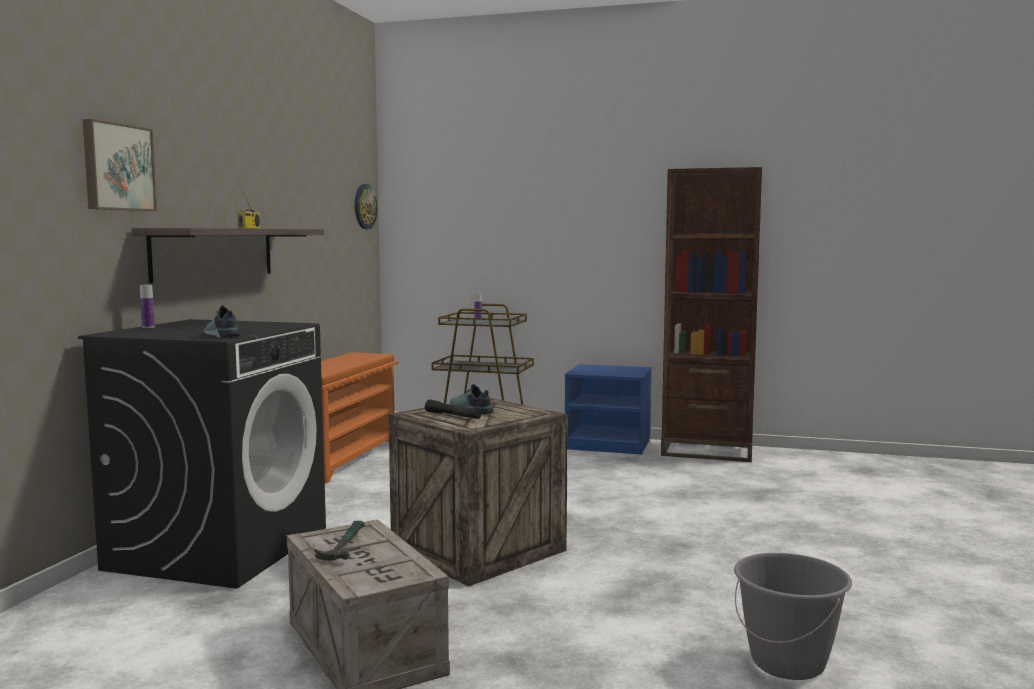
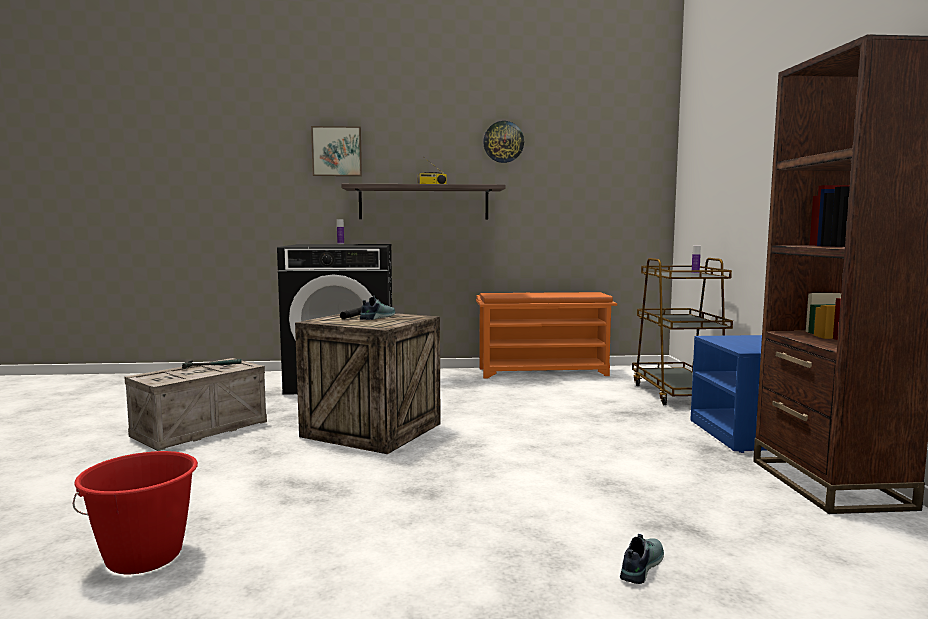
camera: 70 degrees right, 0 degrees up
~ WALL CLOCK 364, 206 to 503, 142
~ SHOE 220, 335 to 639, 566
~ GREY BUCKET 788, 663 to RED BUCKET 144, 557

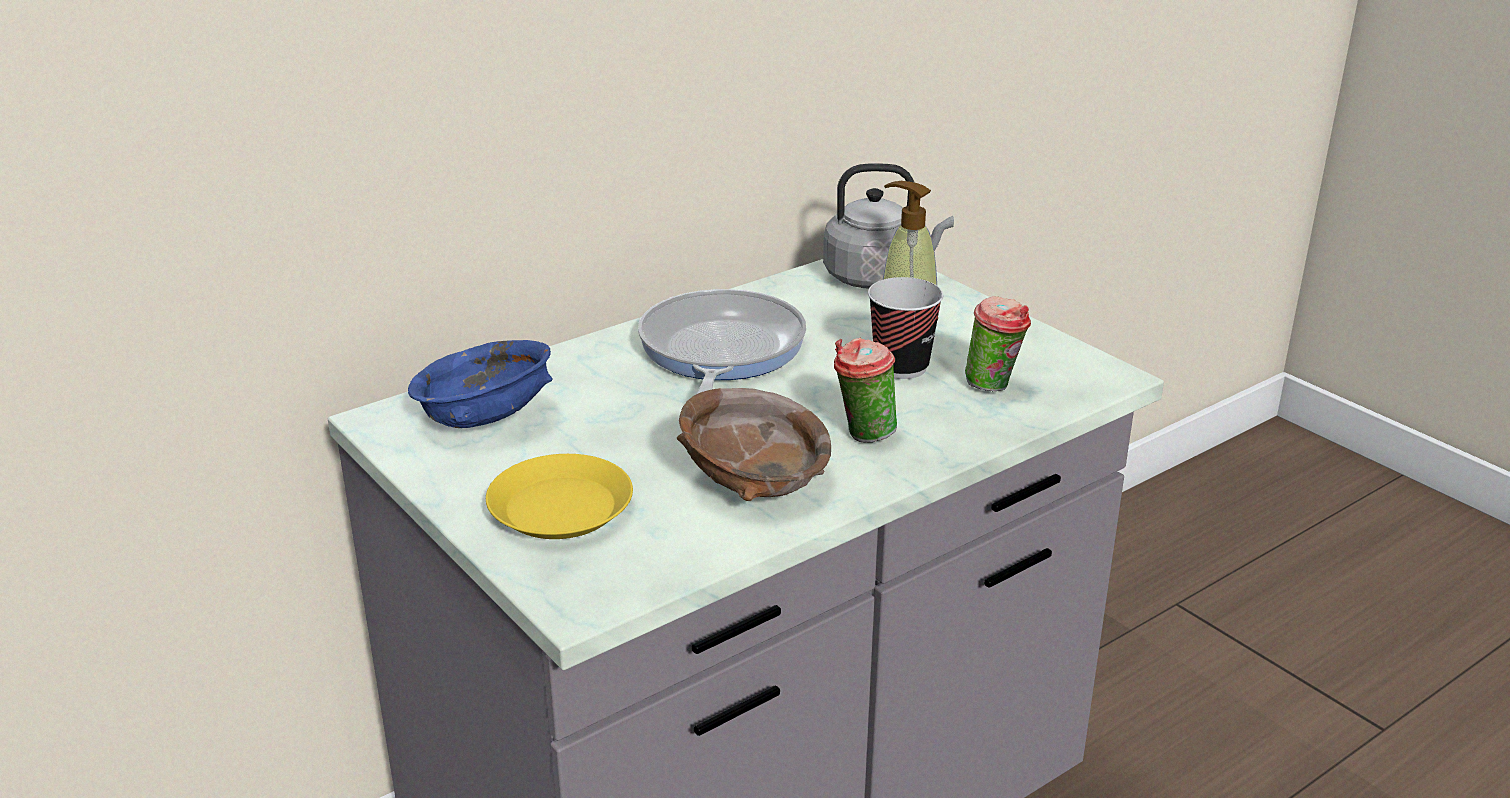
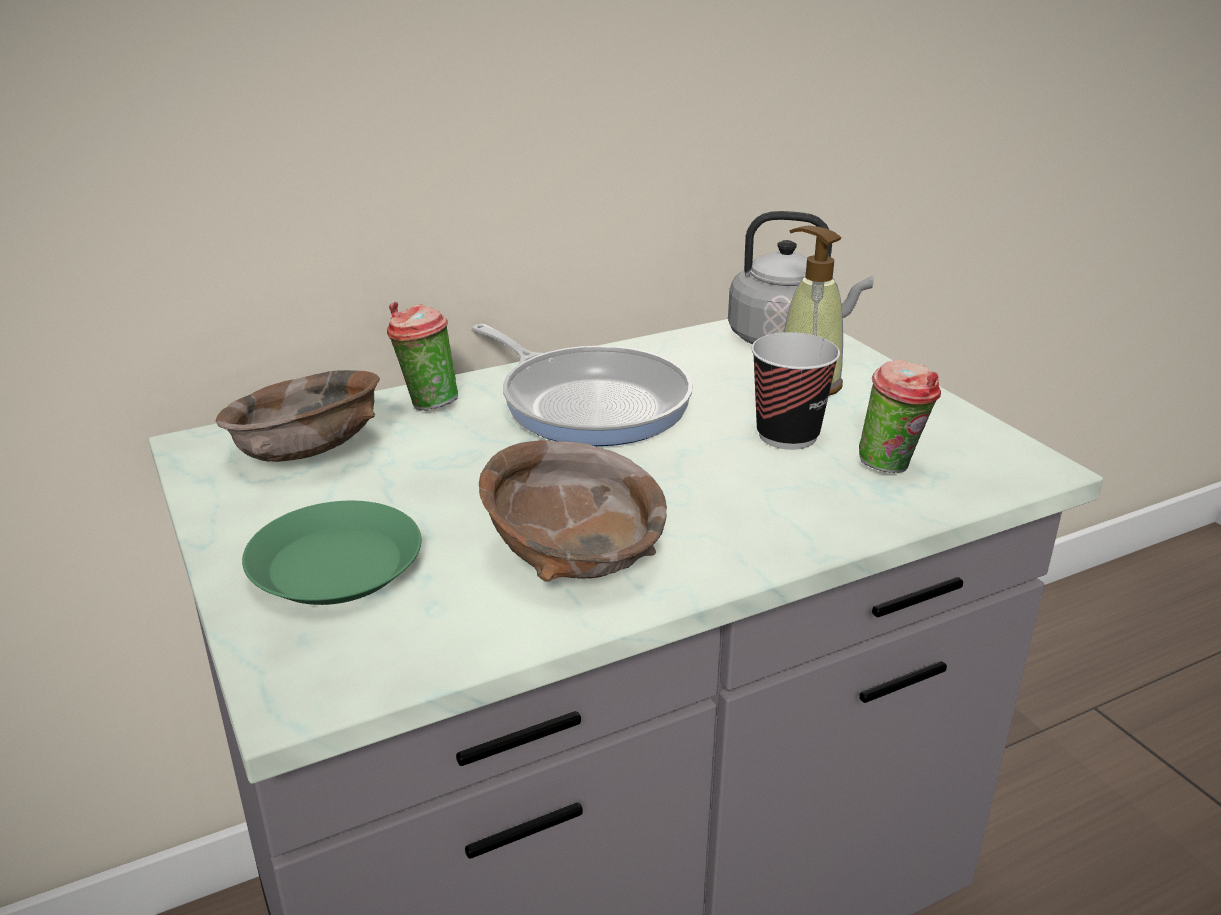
camera: 10 degrees right, 0 degrees up
~ FRYING PAN 719, 351 = 589, 402 120 degrees clockwise
~ CUP 862, 435 to 425, 404
~ BLUE BOWL 486, 416 to BROWN BOWL 309, 451
~ YELLOW PLATE 561, 508 to GREEN PLATE 336, 566

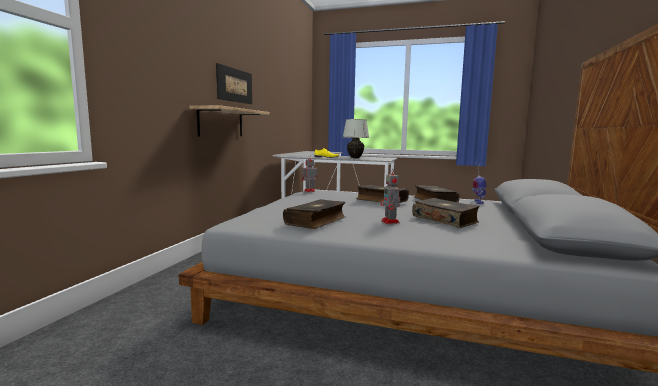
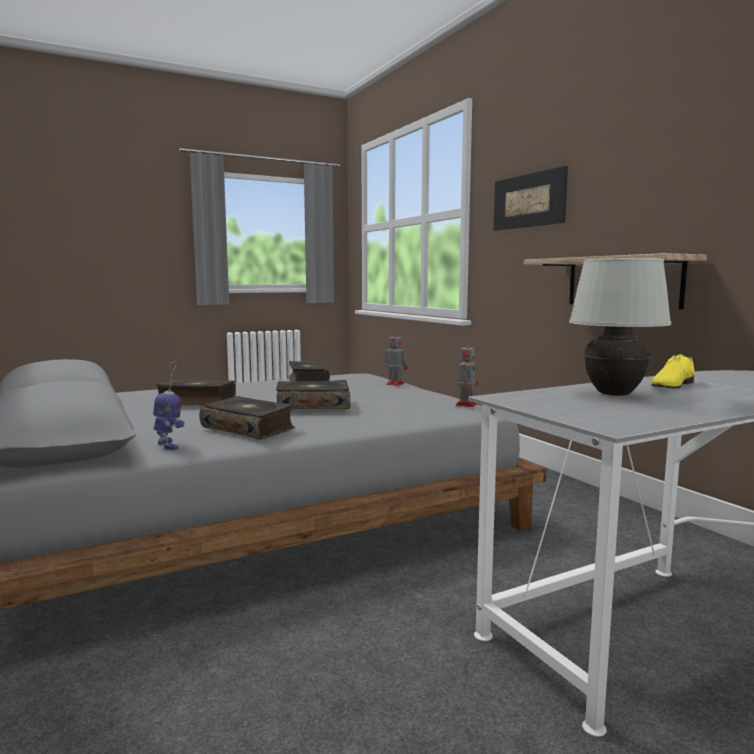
camera: 135 degrees right, 0 degrees up
~ PICTURE 235, 85 to 528, 200
~ TOY ROBOT 390, 222 to 394, 384

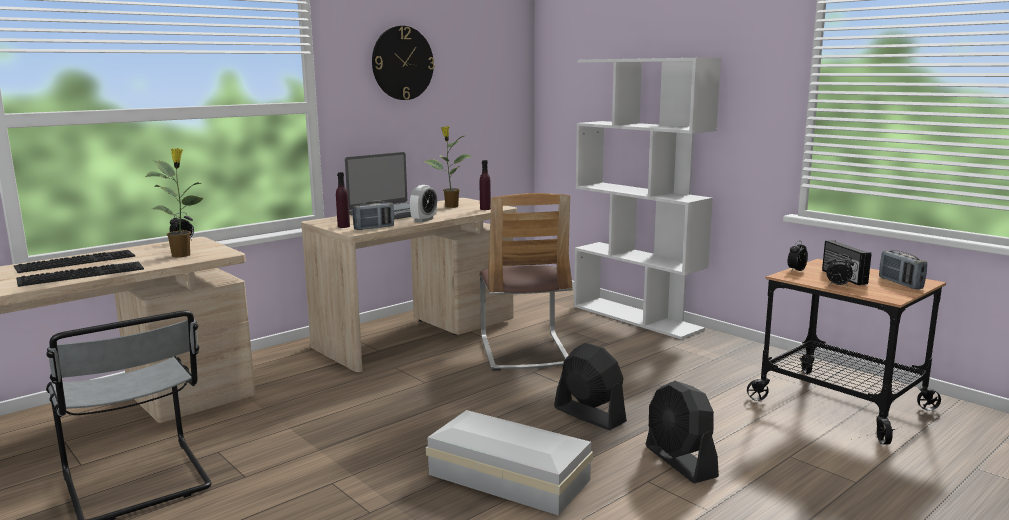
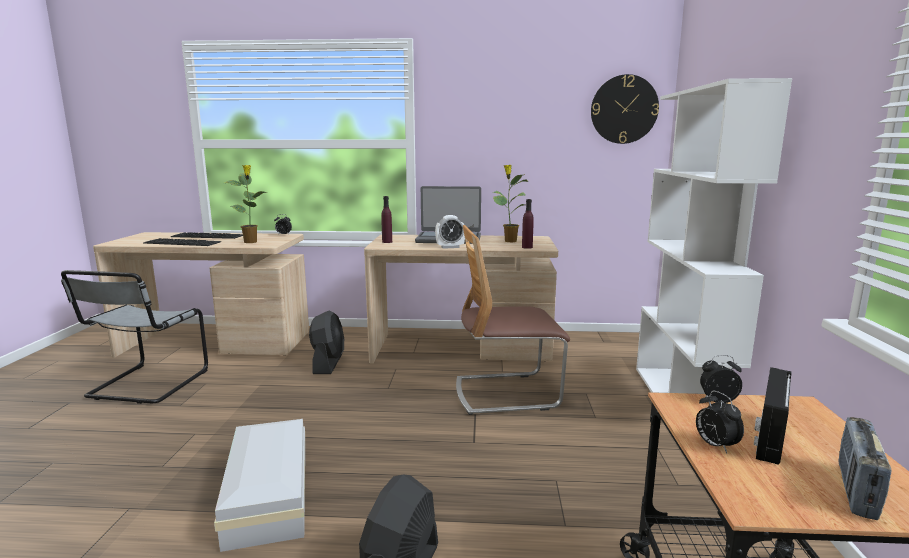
camera: 45 degrees right, 0 degrees up
~ WALL CLOCK 402, 63 to 624, 109
~ CHAIR 524, 351 = 506, 393 45 degrees clockwise
- RADIO 374, 228
~ BLACK FAN 589, 415 to 328, 363

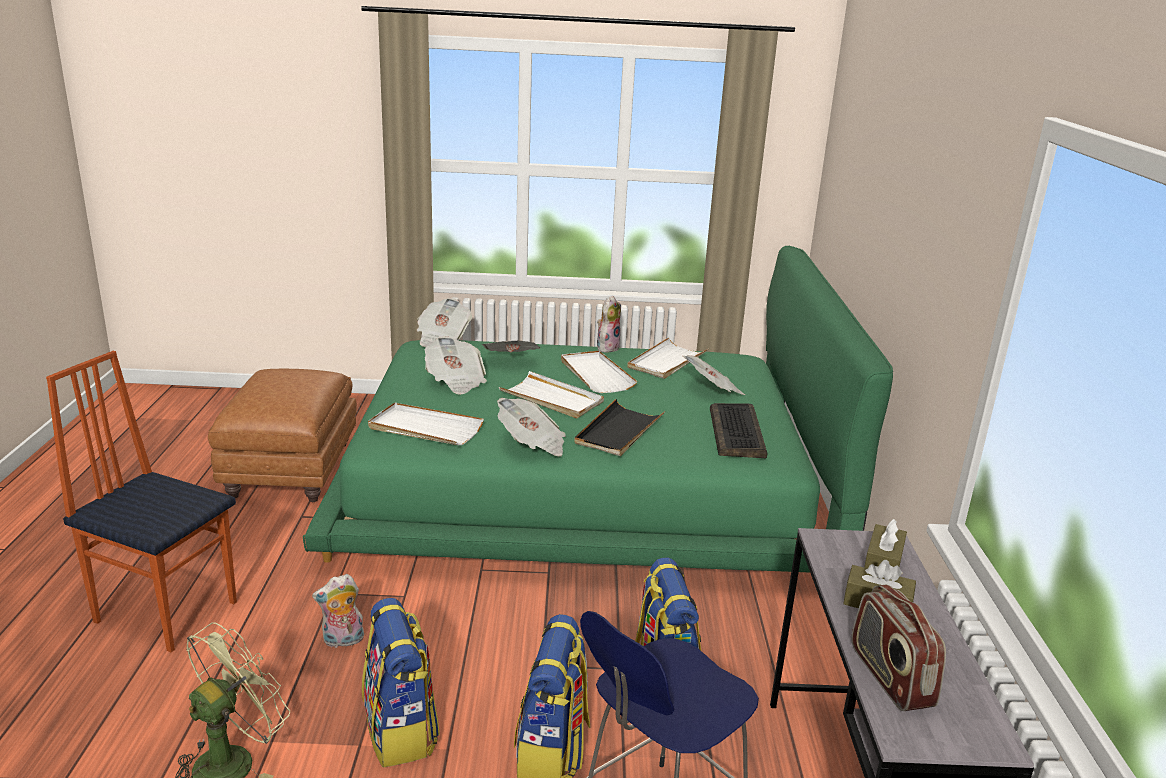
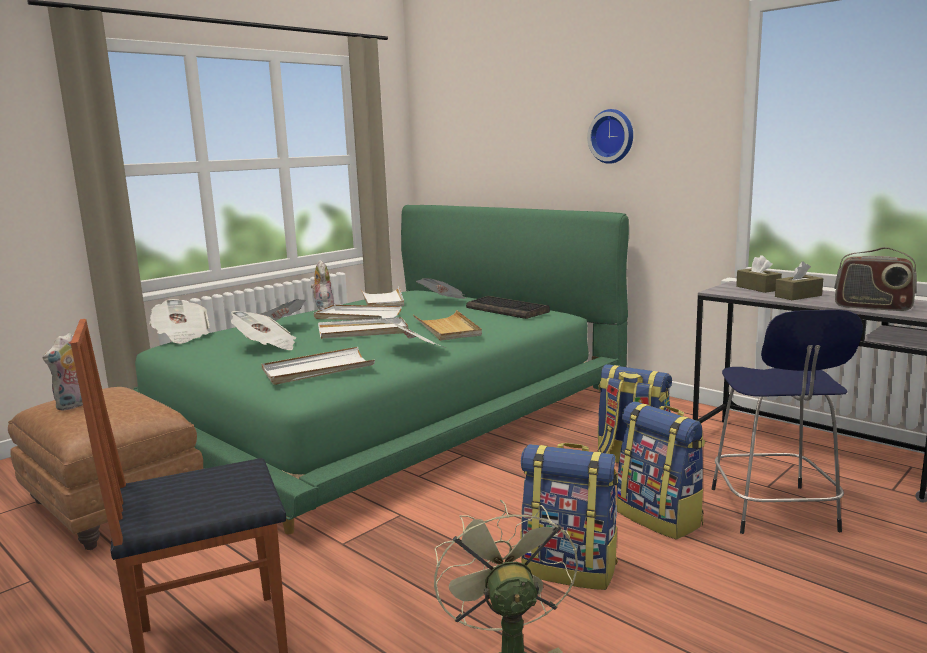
camera: 45 degrees left, 10 degrees down
~ BLACK TRAY 618, 431 to BEIGE TRAY 447, 329
~ PLUSH TOY 342, 641 to 75, 405
+ WALL CLOCK 612, 136

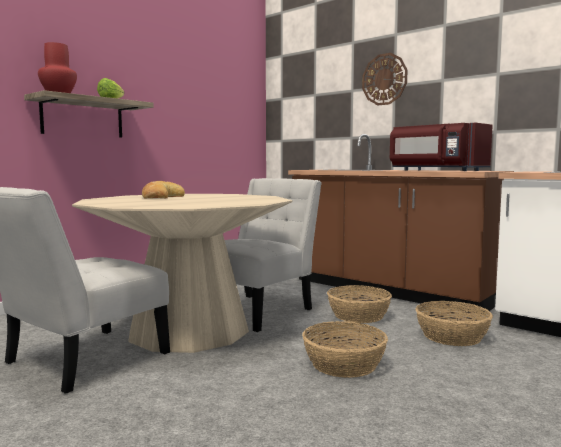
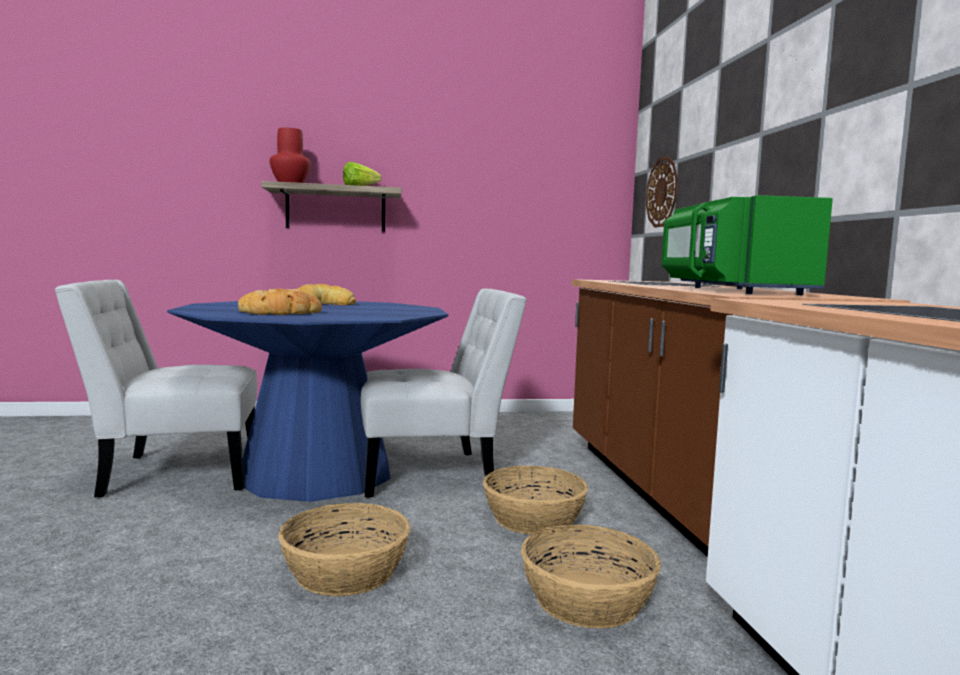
camera: 40 degrees right, 0 degrees up
~ WALL CLOCK 384, 79 to 662, 192
~ RED MICROWAVE 435, 170 to GREEN MICROWAVE 729, 290
~ BEIGE DINING TABLE 188, 330 to BLUE DINING TABLE 316, 473
+ BREAD 280, 313

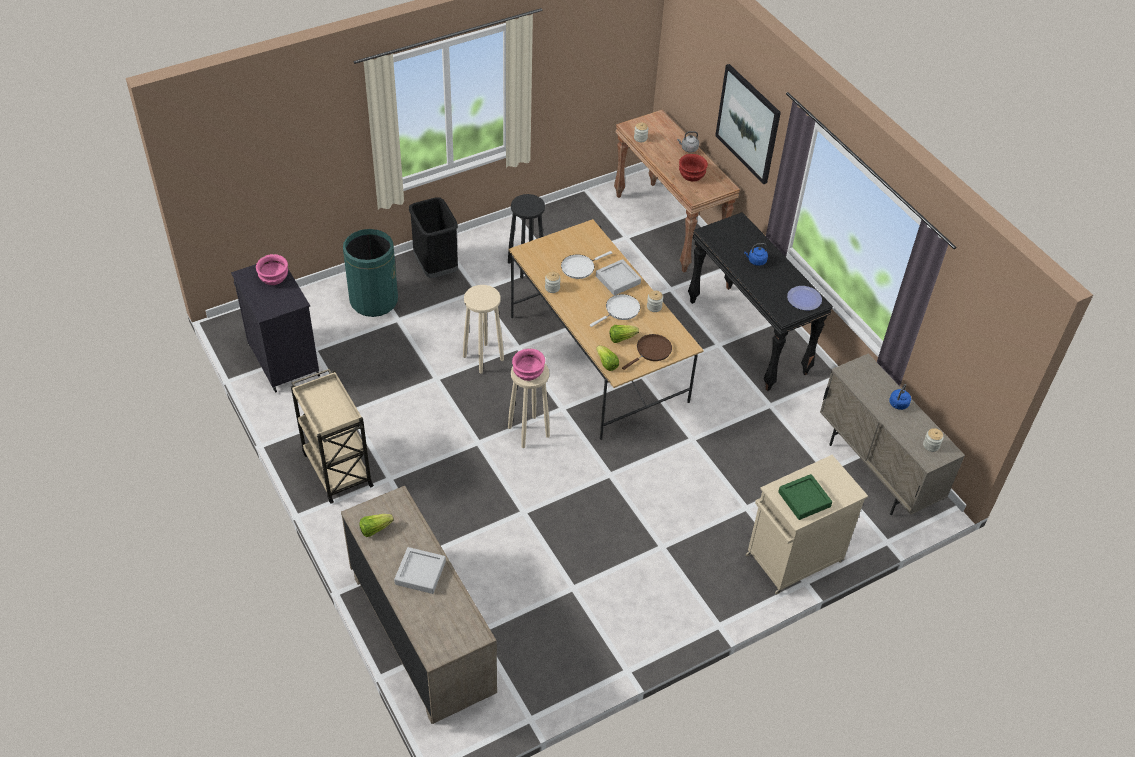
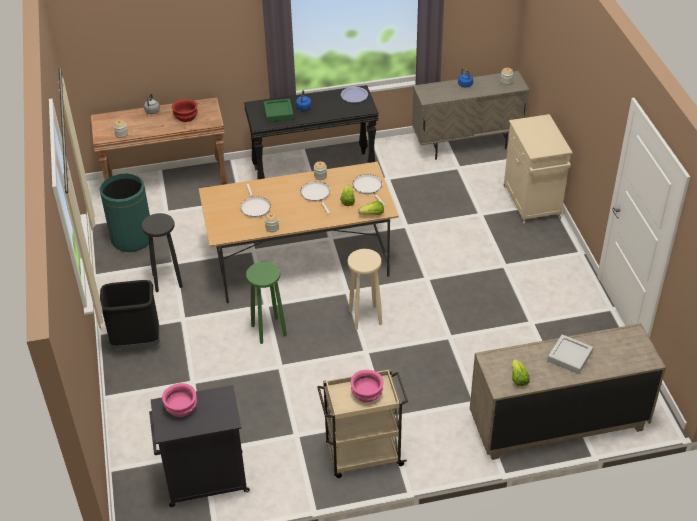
camera: 70 degrees left, 5 degrees down
- PICTURE 748, 123
~ GREEN TRASH CAN 374, 300 to 132, 238
- GREY TRAY 618, 280
~ BEIGE STOOL 483, 357 to GREEN STOOL 268, 330
~ BROWN FRYING PAN 651, 351 to WHITE FRYING PAN 368, 187
~ PINK BOWL 528, 373 to 367, 394
~ GREEN TRAY 804, 499 to 278, 113

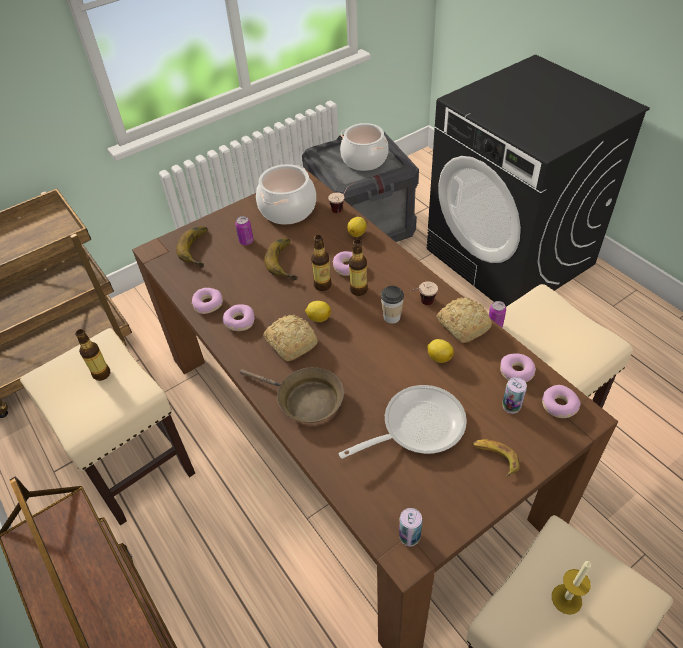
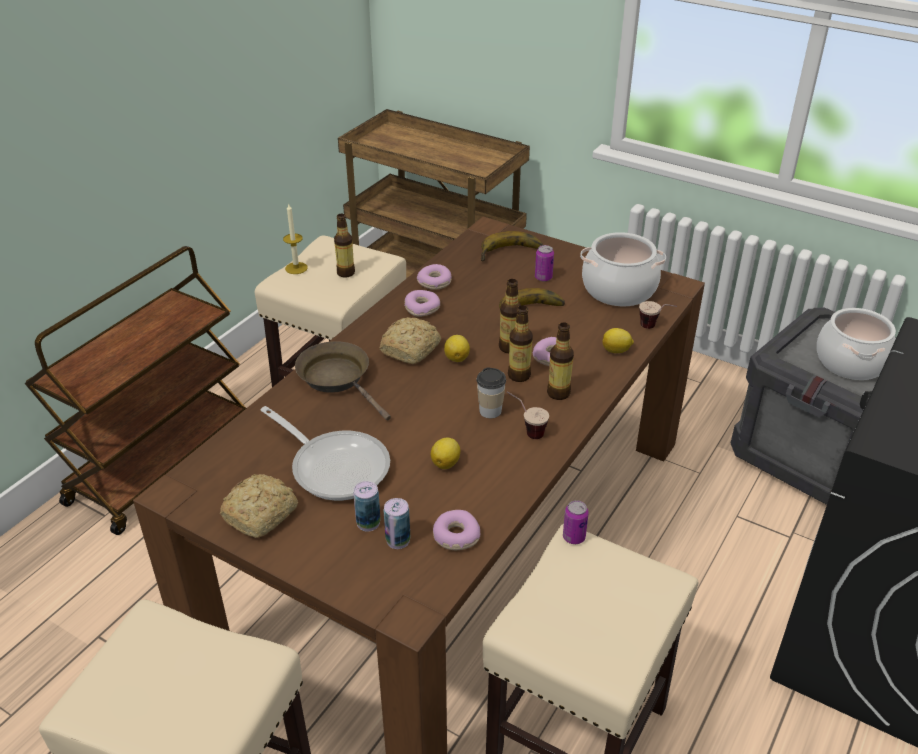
camera: 65 degrees right, 10 degrees down
~ BREAD 463, 324 to 262, 514
~ BROWN FRYING PAN 305, 400 = 338, 379 135 degrees clockwise
- DONUT 559, 405
- BANANA 495, 457
~ CAN 409, 536 to 368, 523
~ CANDLE 566, 599 to 296, 268
+ BOTTLE 558, 393

